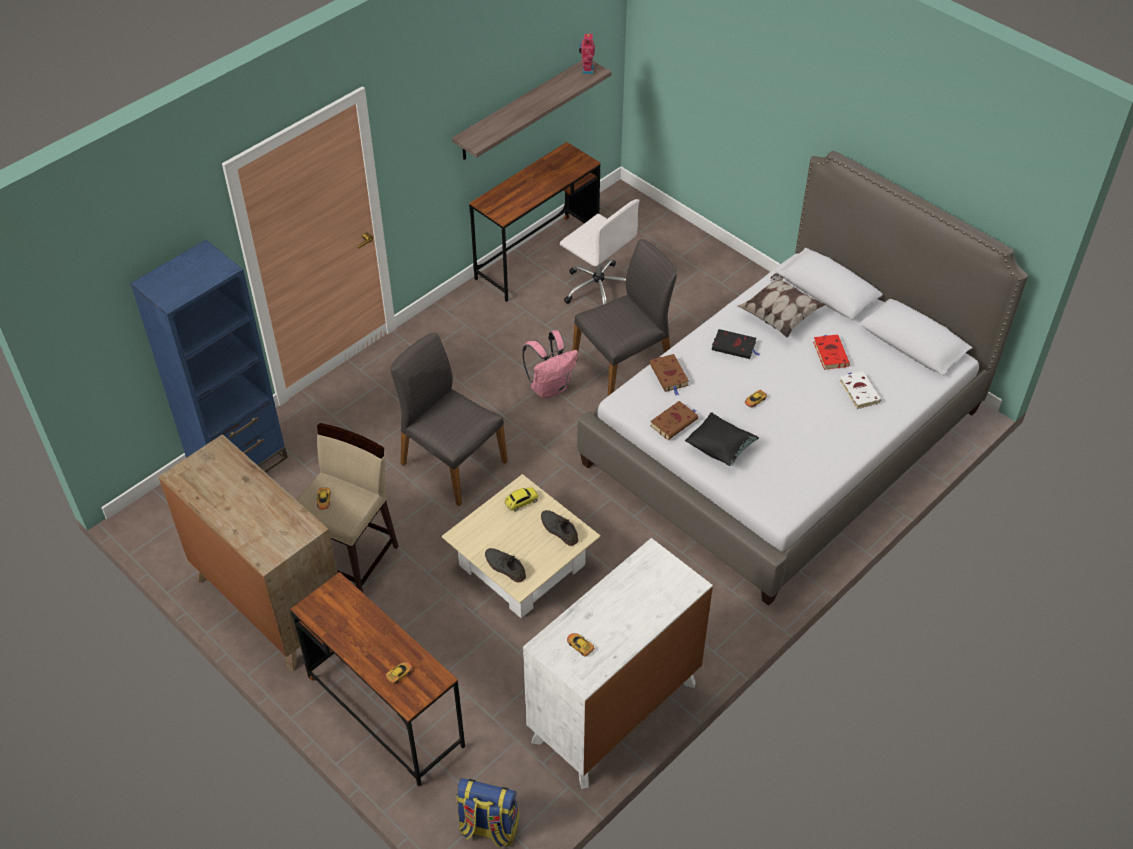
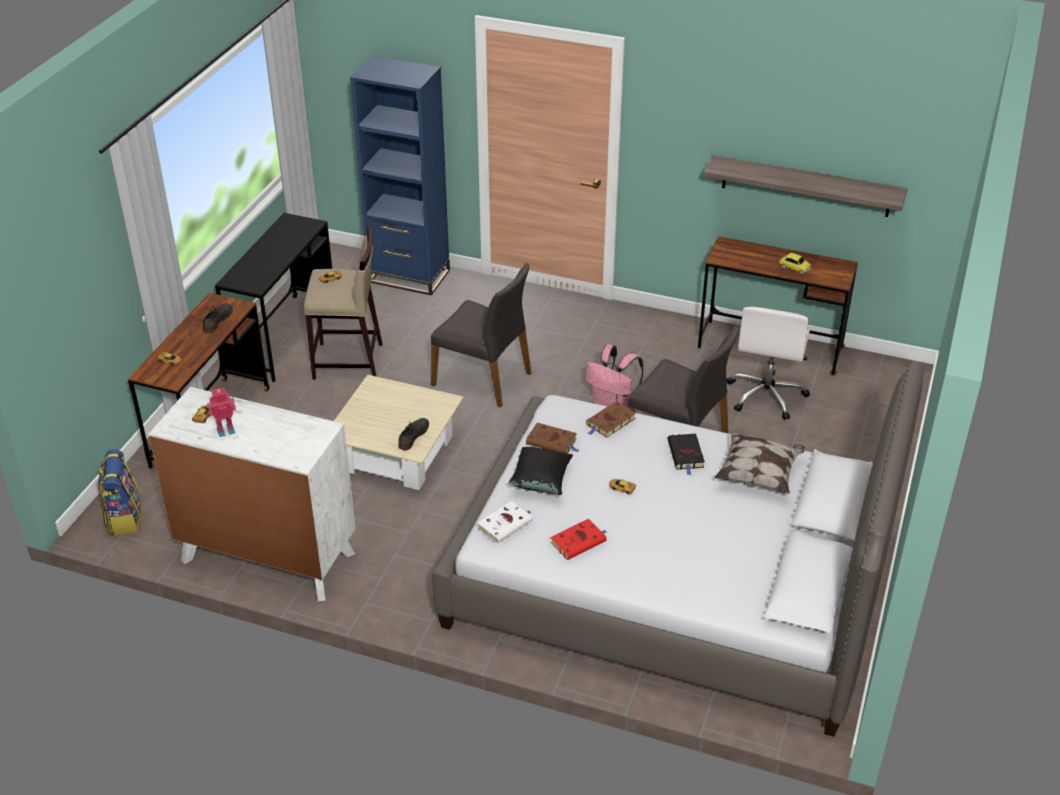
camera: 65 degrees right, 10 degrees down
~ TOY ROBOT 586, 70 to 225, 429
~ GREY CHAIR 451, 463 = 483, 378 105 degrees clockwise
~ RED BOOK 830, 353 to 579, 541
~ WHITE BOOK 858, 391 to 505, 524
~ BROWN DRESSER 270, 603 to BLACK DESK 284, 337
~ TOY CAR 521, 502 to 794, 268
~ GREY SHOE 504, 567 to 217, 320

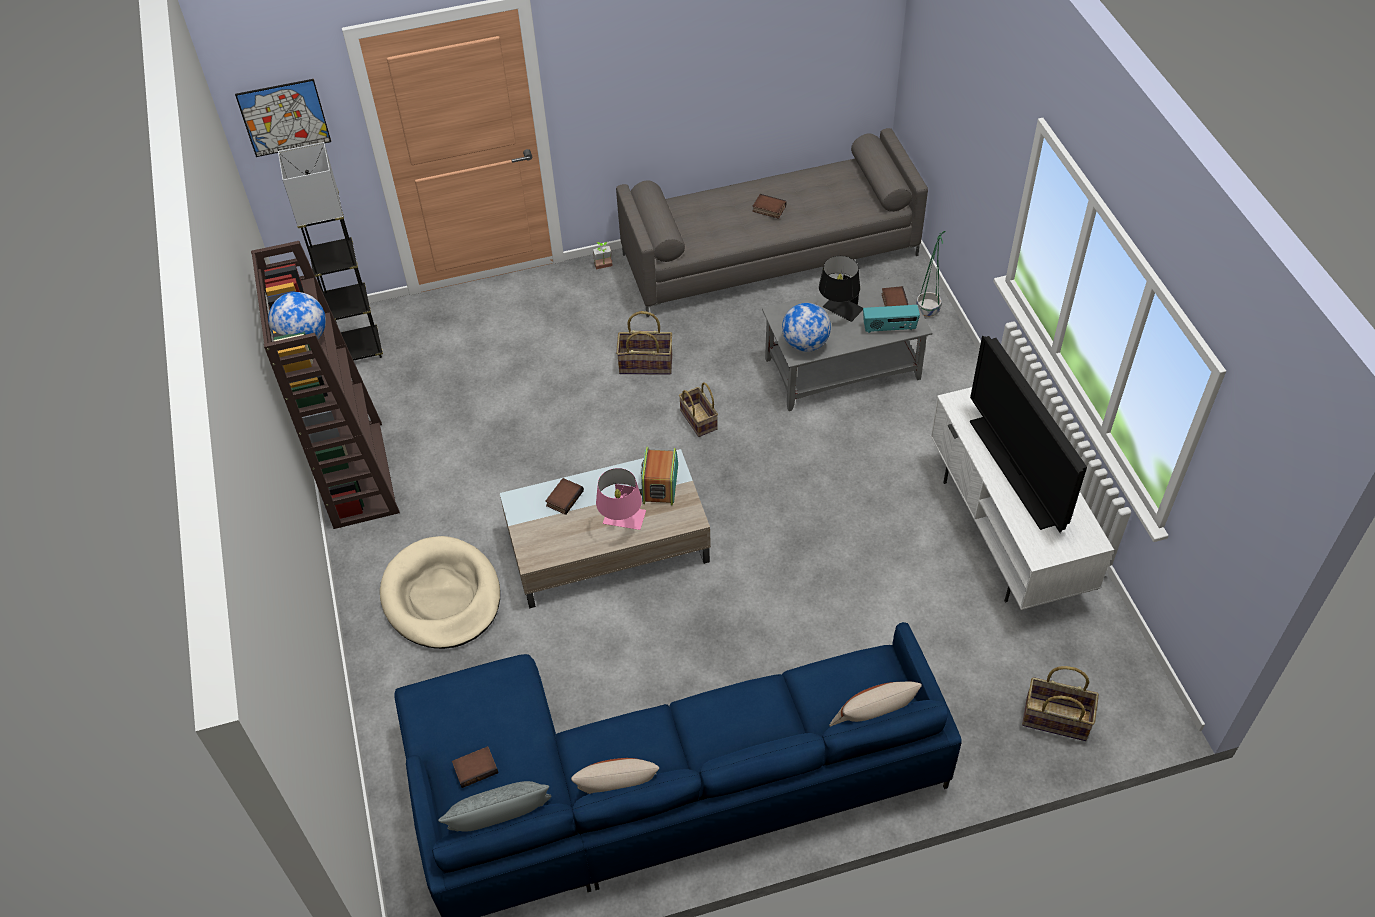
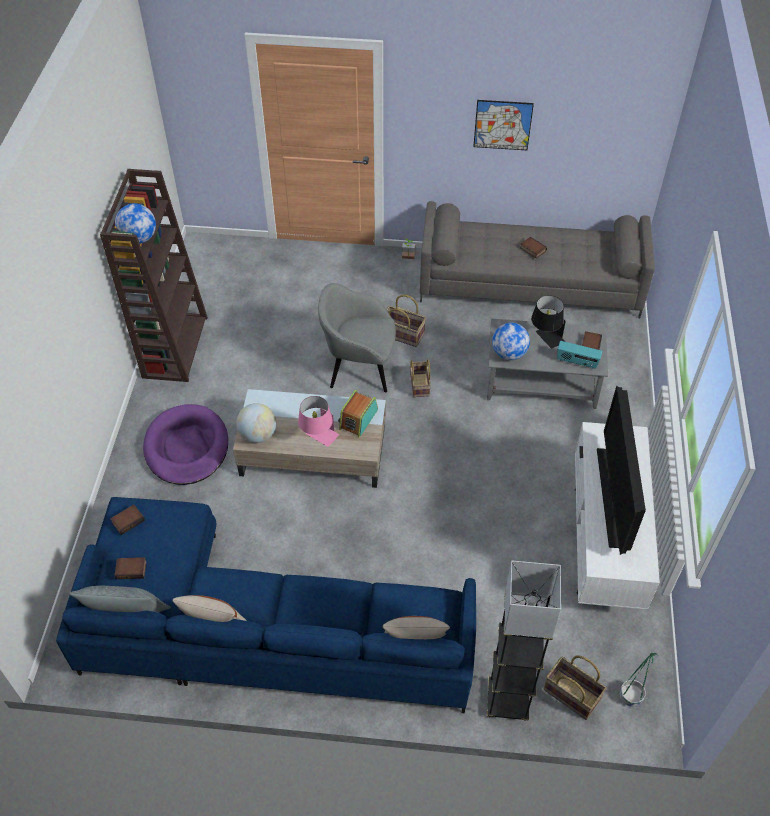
camera: 20 degrees right, 0 degrees up
~ PICTURE 284, 117 to 502, 125
~ GREY FLOOR LAMP 360, 348 to 507, 701
~ GREEN PLANTER 928, 310 to 631, 697
~ BOOK 564, 498 to 128, 520
~ BEIGE DOG BED 442, 596 to PURPLE DOG BED 186, 447
+ GREY ARMCHAIR 359, 368
+ GLOBE 258, 435

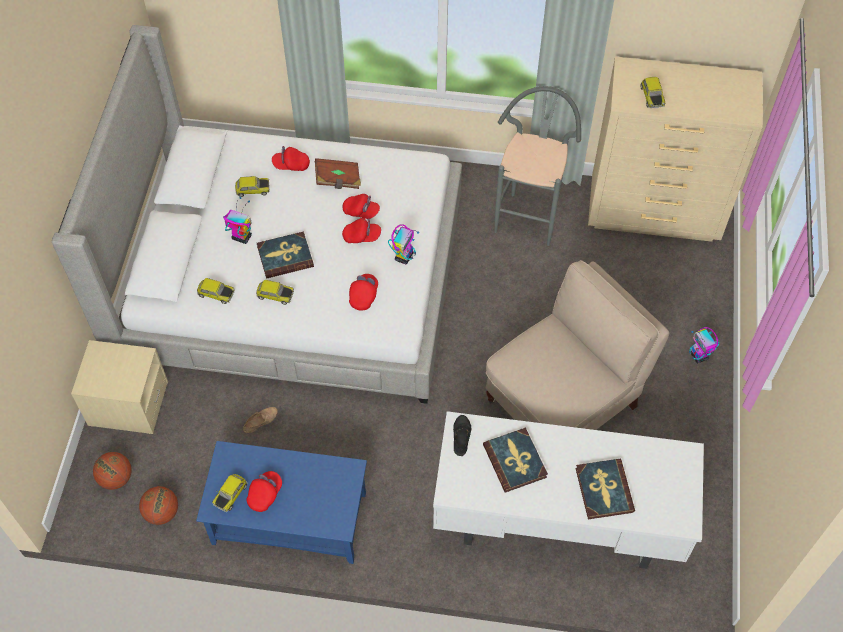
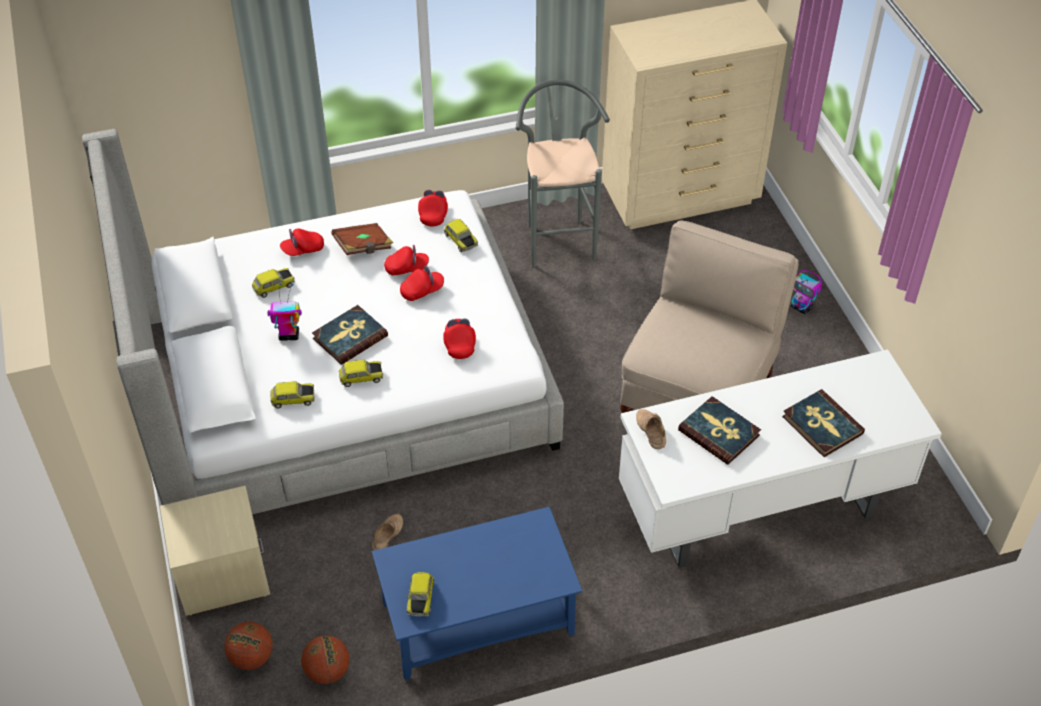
camera: 25 degrees left, 10 degrees down
~ TOY CAR 651, 96 to 460, 240
- TOY ROBOT 404, 256
~ BLACK SHOE 460, 436 to BEIGE SHOE 650, 431
~ RED CAP 265, 494 to 433, 214

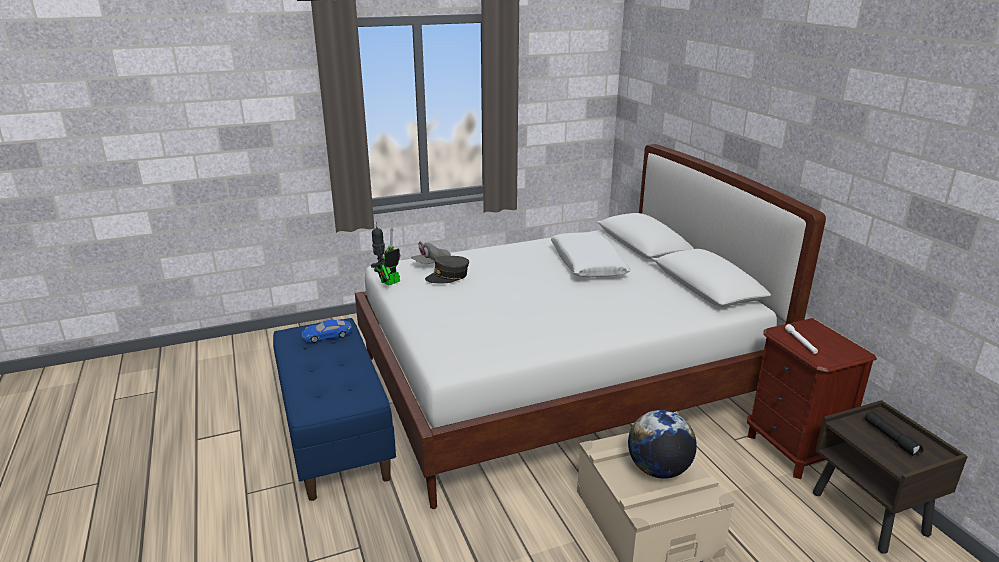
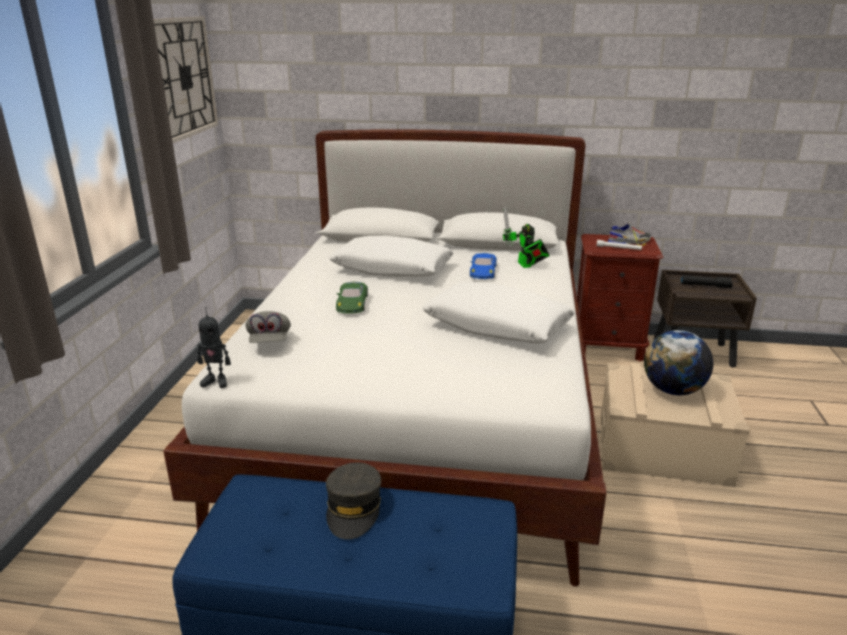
camera: 60 degrees left, 0 degrees up
~ TOY ROBOT 390, 283 to 525, 265
~ GREY CAP 448, 276 to 353, 509
~ BLUE TOY CAR 327, 335 to 483, 271
+ WALL CLOCK 183, 77
+ SHOE 629, 242
+ GREEN TOY CAR 352, 303
+ WHITE PILLOW 497, 326

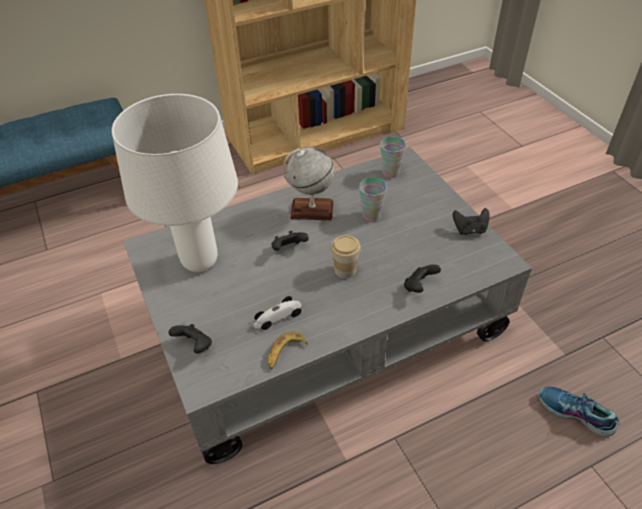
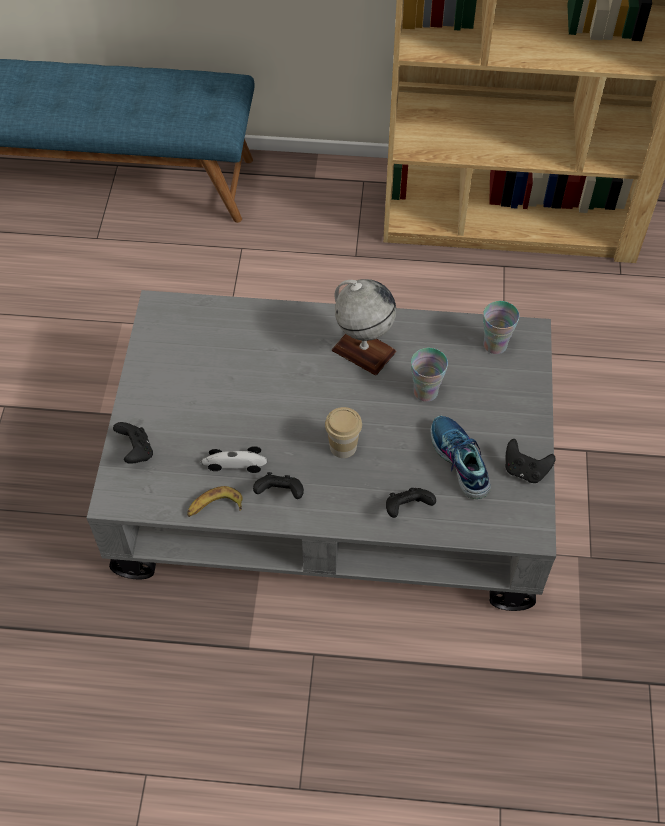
camera: 30 degrees right, 10 degrees up
- WHITE TABLE LAMP 201, 261
~ BLACK GAME CONTROLLER 289, 249 to 280, 493
~ SHOE 574, 414 to 458, 461

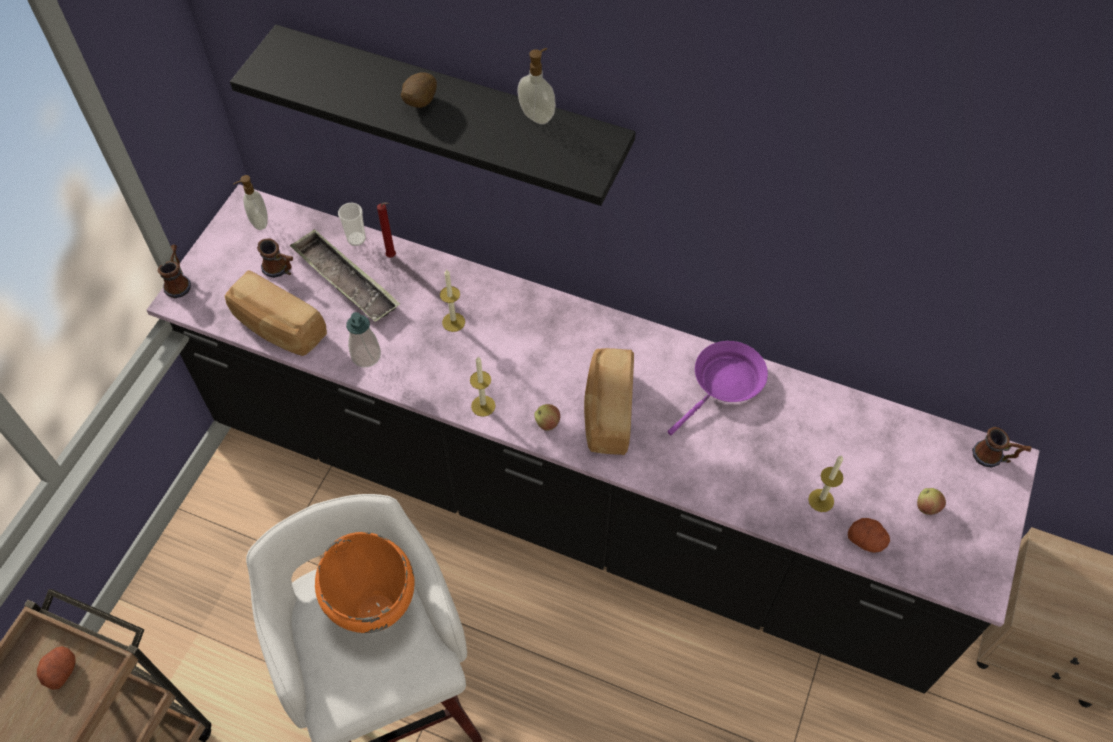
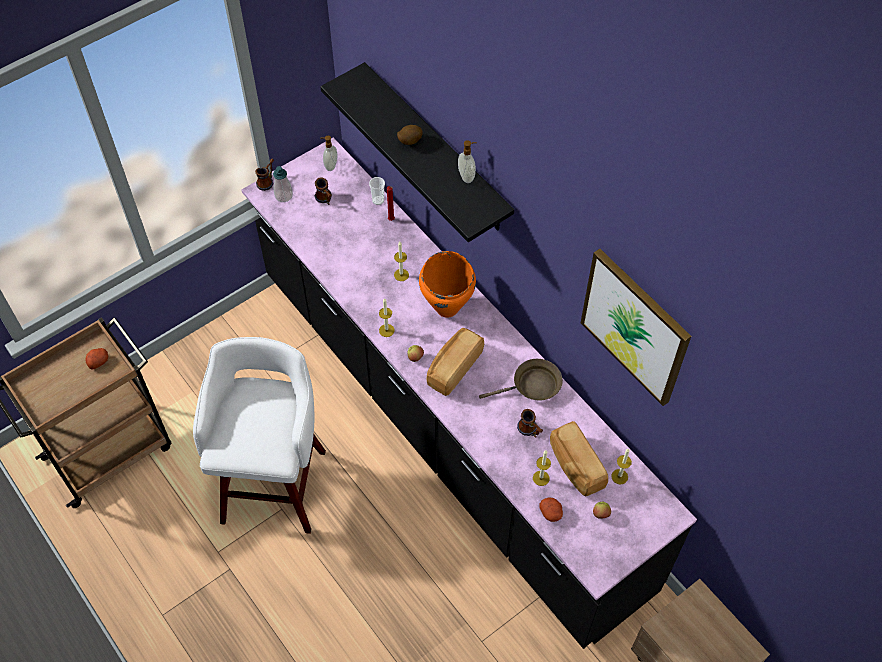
camera: 30 degrees right, 0 degrees up
- TRAY 345, 281
~ BREAD 278, 328 to 575, 466
~ SOAP DISPENSER 366, 356 to 283, 196
~ PURPLE FRYING PAN 724, 384 to BROWN FRYING PAN 532, 386
~ MUG 995, 458 to 530, 431
~ ORANGE COOKING POT 376, 611 to 447, 308
+ PICTURE 635, 326
+ CANDLE 619, 476

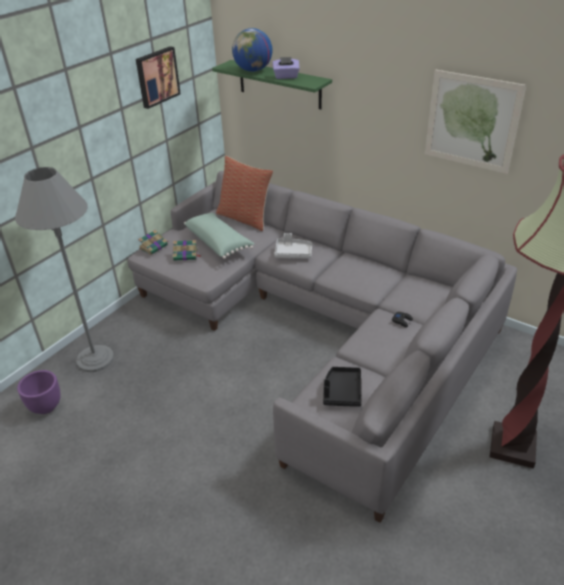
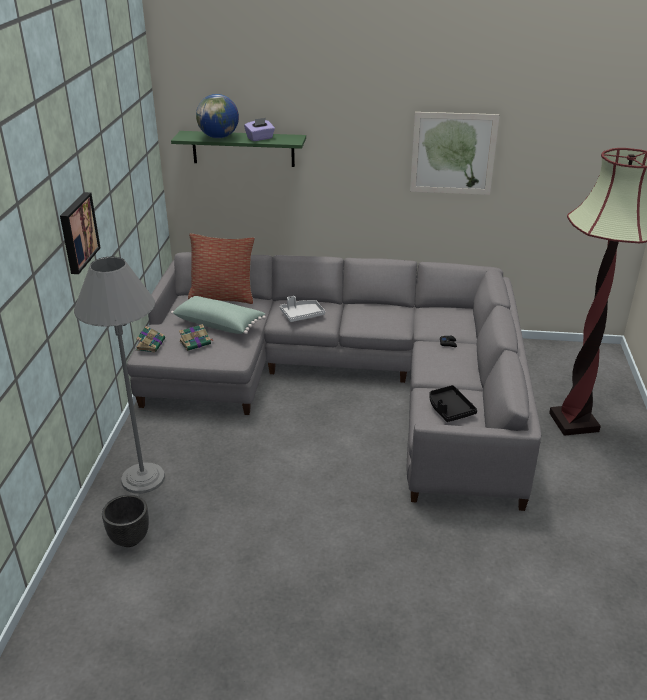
camera: 30 degrees left, 5 degrees down
~ PICTURE 156, 77 to 77, 232
~ PURPLE PLANTER 46, 406 to BLACK PLANTER 130, 538

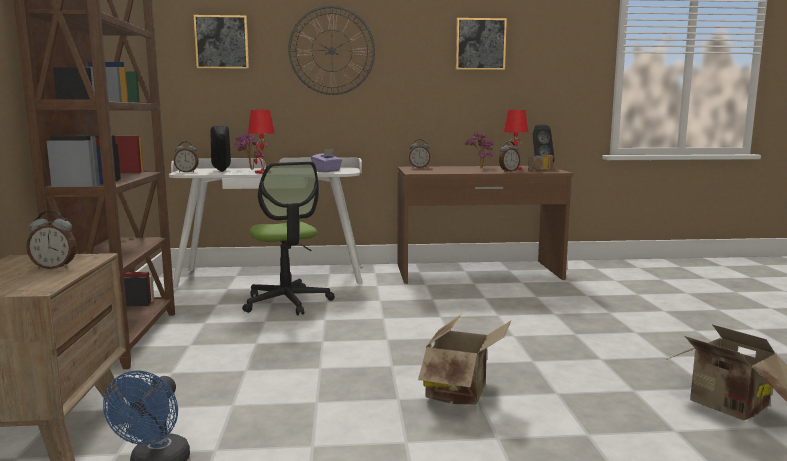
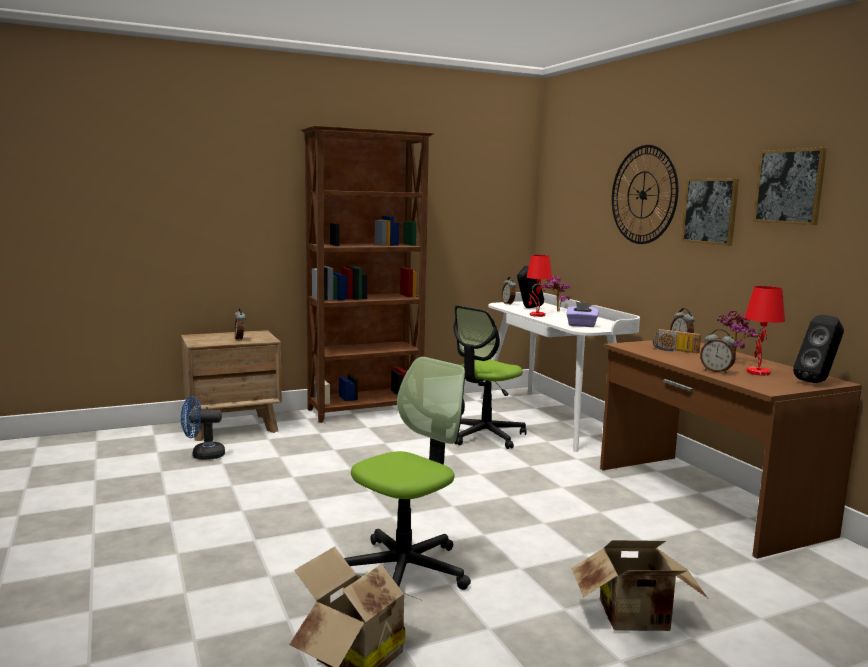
camera: 70 degrees right, 0 degrees up
~ PICTURE 221, 42 to 710, 211
~ RADIO 542, 171 to 674, 350
~ CARDBOARD BOX 462, 392 to 637, 620
+ OFFICE CHAIR 405, 570

